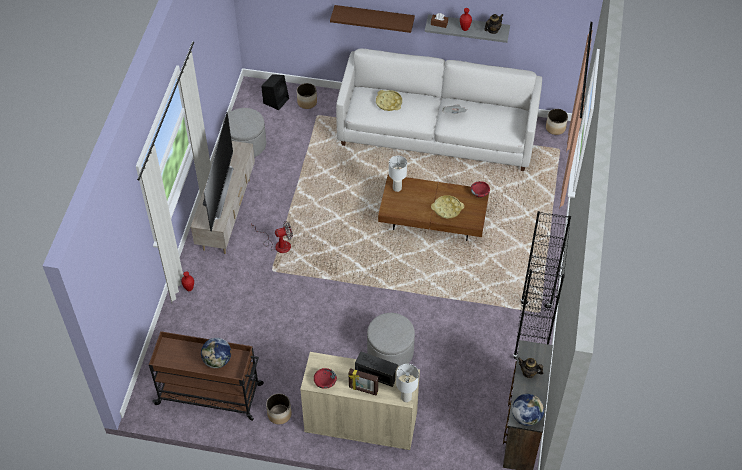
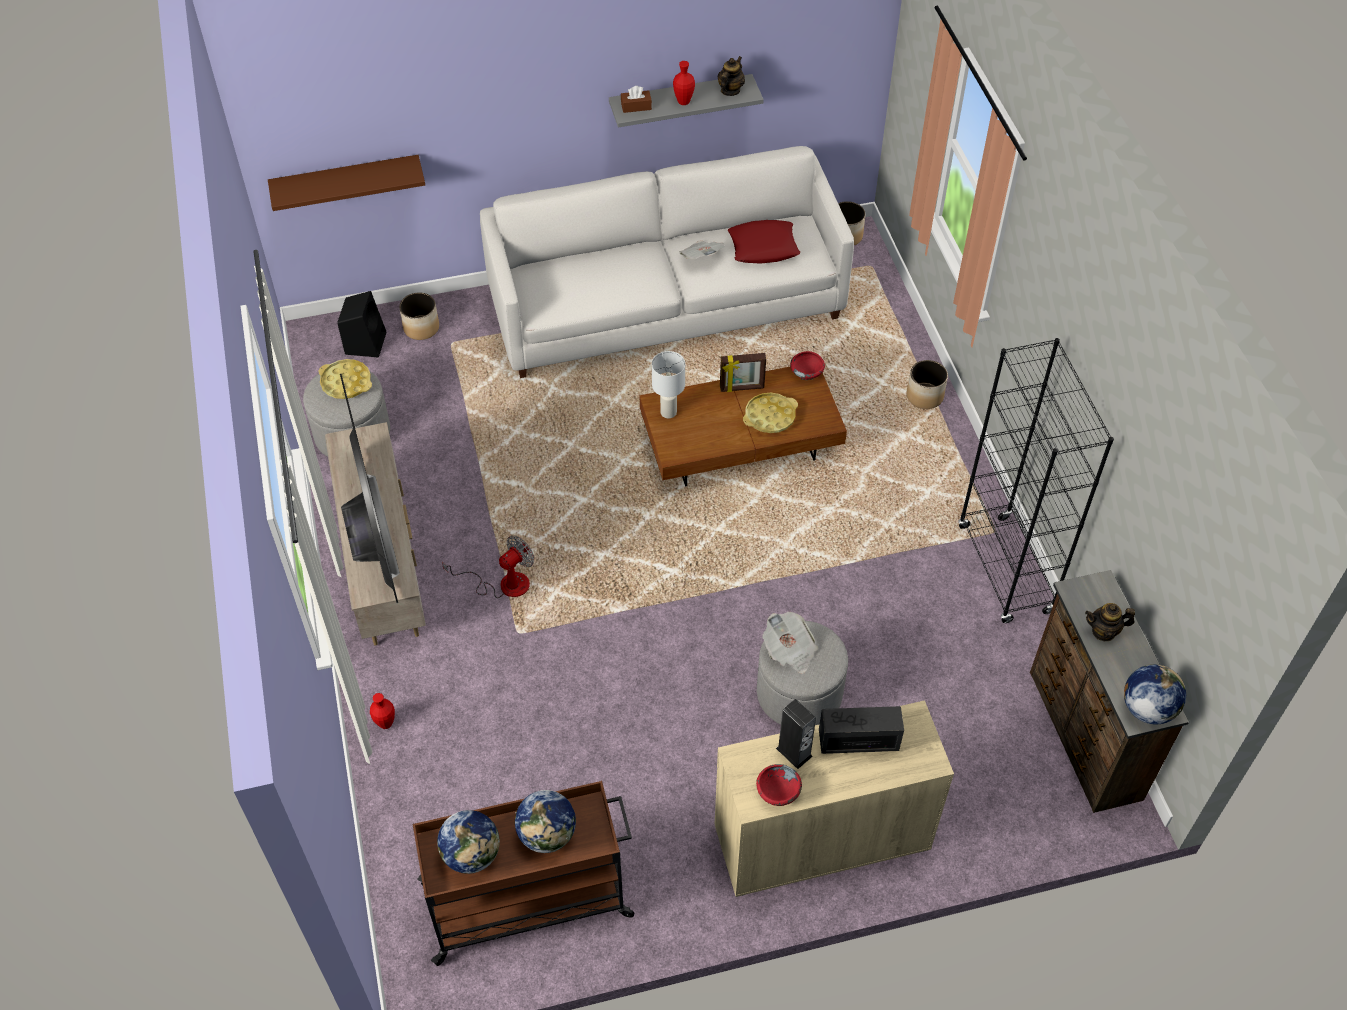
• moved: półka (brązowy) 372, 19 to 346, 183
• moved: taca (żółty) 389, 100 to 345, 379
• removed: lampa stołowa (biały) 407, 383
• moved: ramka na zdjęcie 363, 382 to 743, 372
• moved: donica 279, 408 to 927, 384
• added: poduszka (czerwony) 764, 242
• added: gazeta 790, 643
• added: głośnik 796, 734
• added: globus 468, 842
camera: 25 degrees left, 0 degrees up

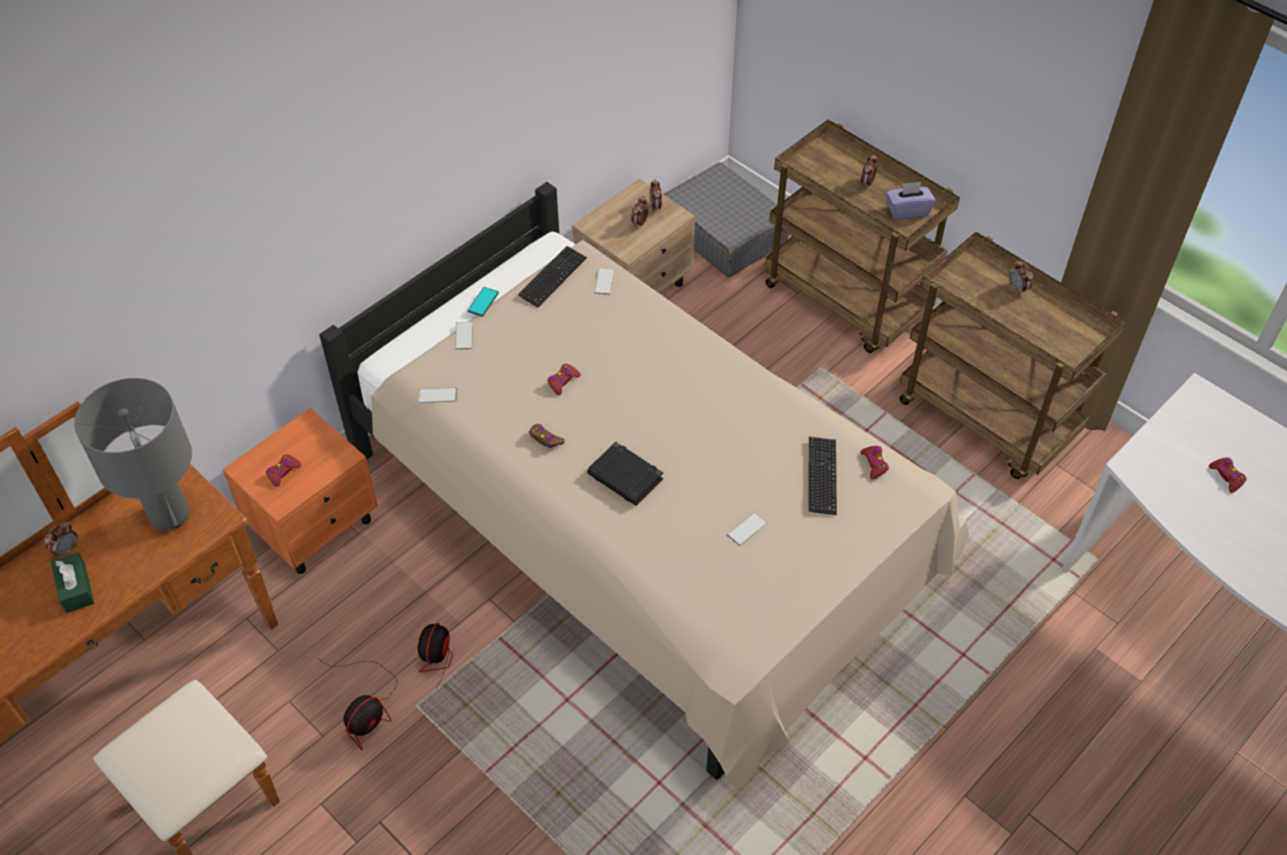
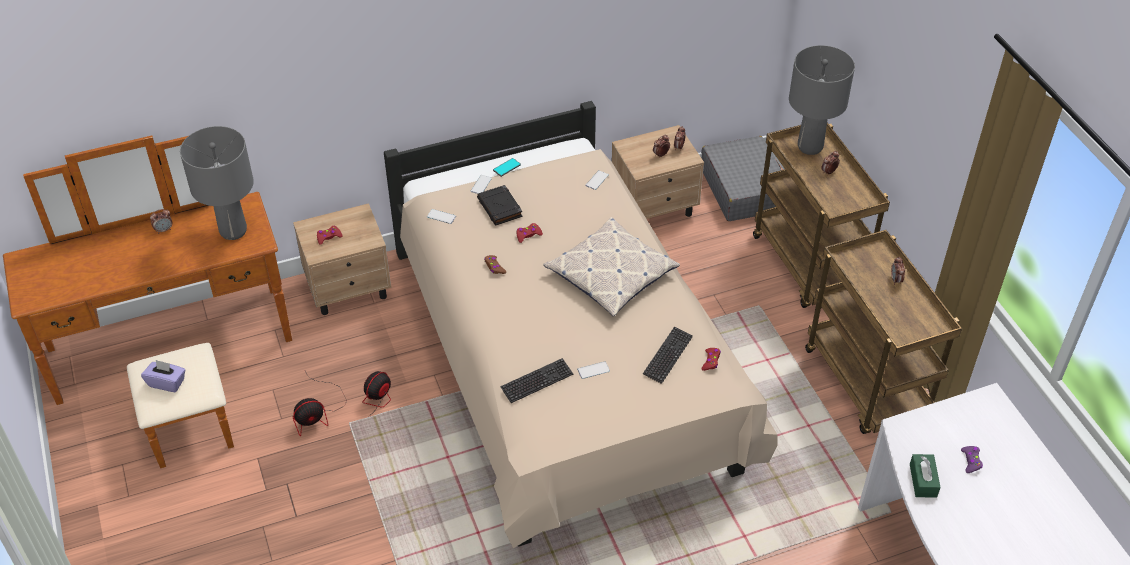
• moved: pudełko chusteczek (fioletowy) 911, 201 to 163, 376
• moved: klawiatura 552, 277 to 536, 380
• recoloured: szafka nocna (pomarańczowy) 300, 491 to szafka nocna (beżowy) 342, 259
• moved: książka (czarny) 625, 474 to 500, 205
• recoloured: pad do gier (czerwony) 1228, 475 to pad do gier (fioletowy) 972, 459
• moved: pudełko chusteczek (zielony) 72, 582 to 925, 476
• added: lampa stołowa (szary) 822, 100
• added: poduszka 611, 266
camera: 25 degrees right, 5 degrees down

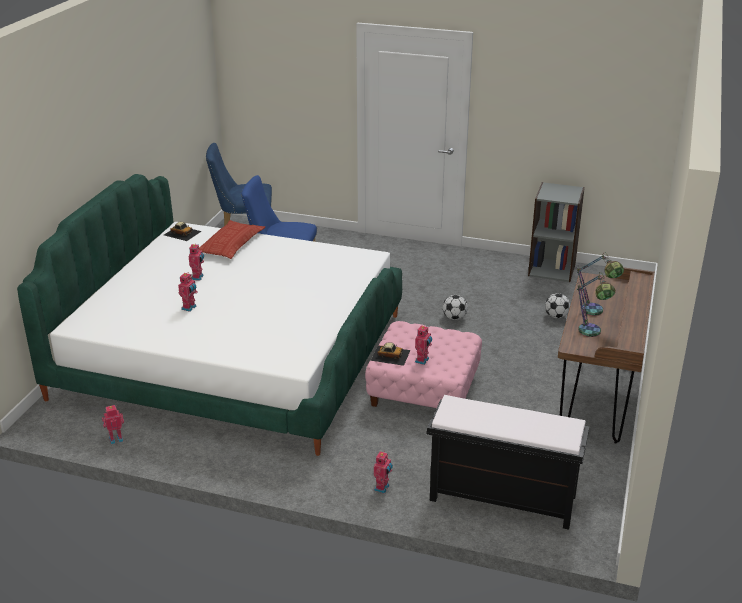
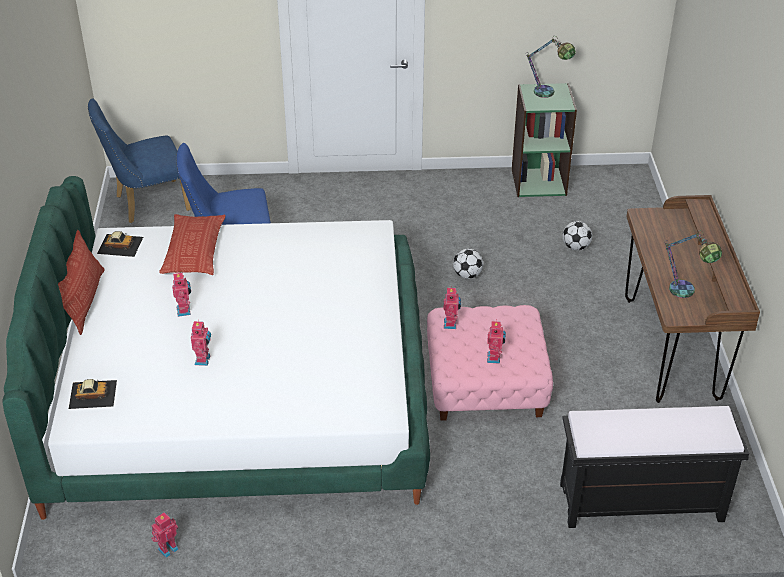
• recoloured: regał (szary) 556, 232 to regał (zielony) 544, 140
• moved: lampa stołowa 600, 284 to 550, 68
• moved: samochodzik 391, 354 to 93, 394
• moved: robot zabawkowy 383, 472 to 452, 307
• added: poduszka 81, 282
camera: 20 degrees left, 10 degrees up

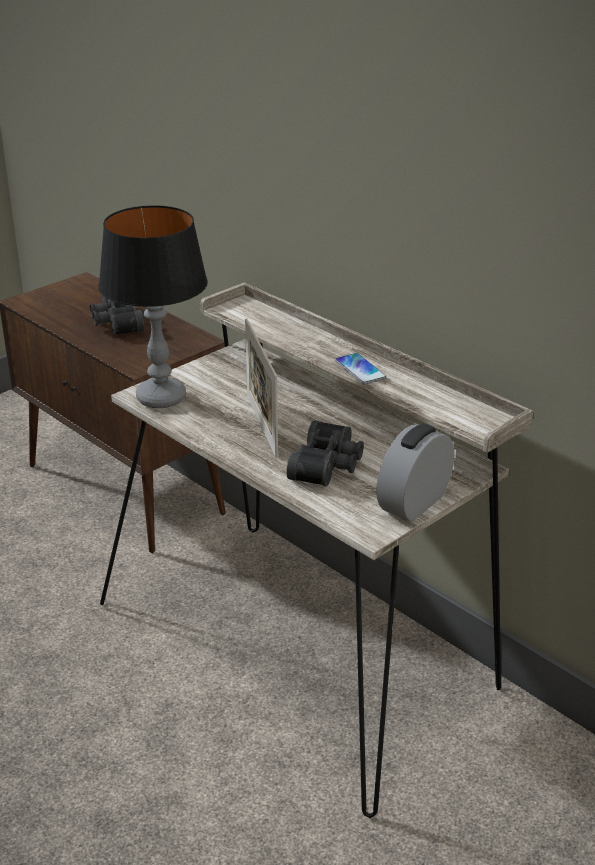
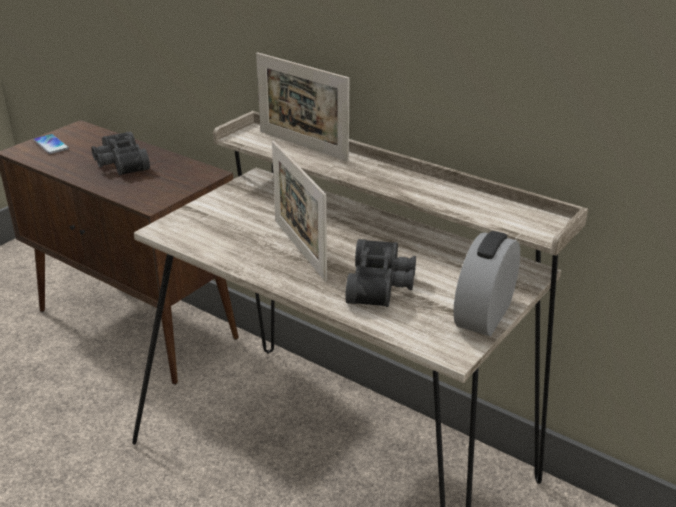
• removed: lampa stołowa 153, 306
• moved: telefon 361, 369 to 51, 144
• added: ramka na zdjęcie 302, 107
camera: 10 degrees left, 0 degrees up

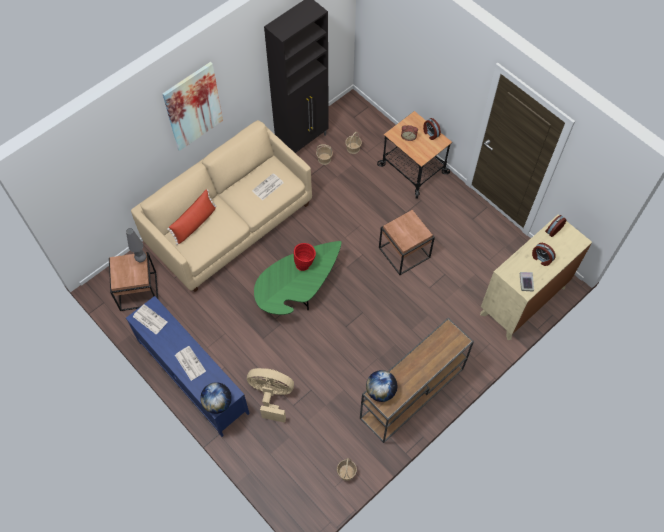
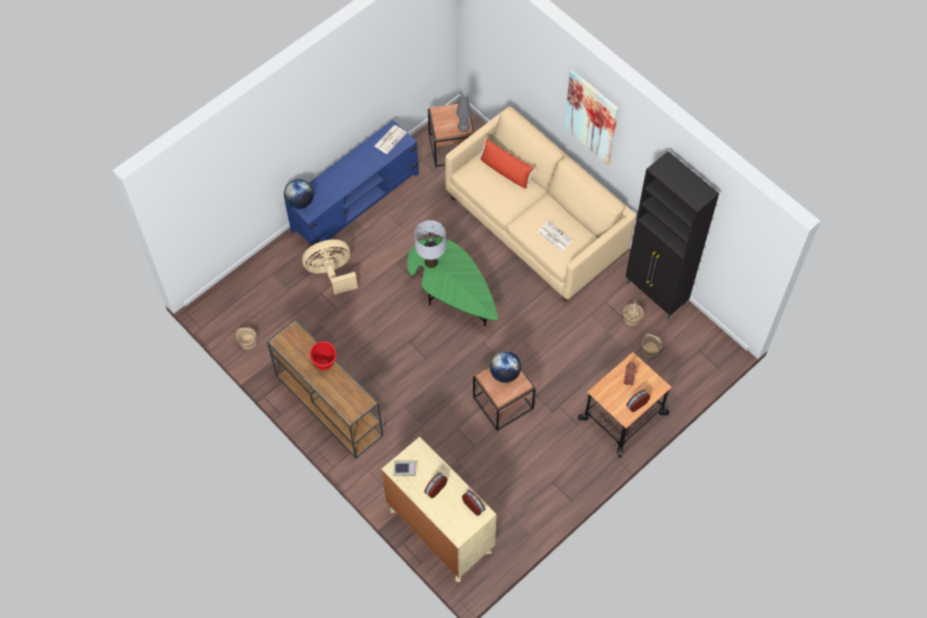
• moved: wazon (czerwony) 305, 257 to 323, 356
• removed: gazeta 190, 363
• turned: wentylator (beżowy) 270, 395 = 330, 267 120 degrees counterclockwise
• moved: globus 381, 386 to 505, 367
• added: lampa stołowa (szary) 430, 244
camera: 90 degrees right, 0 degrees up

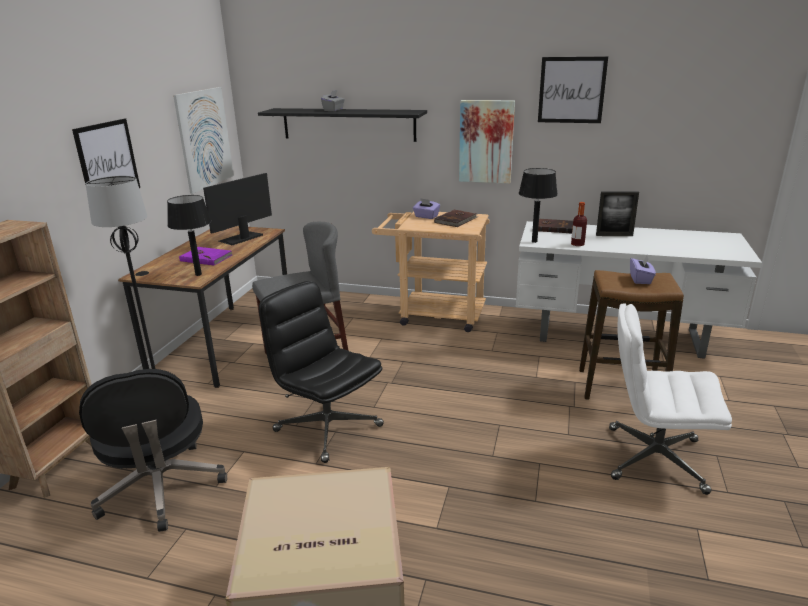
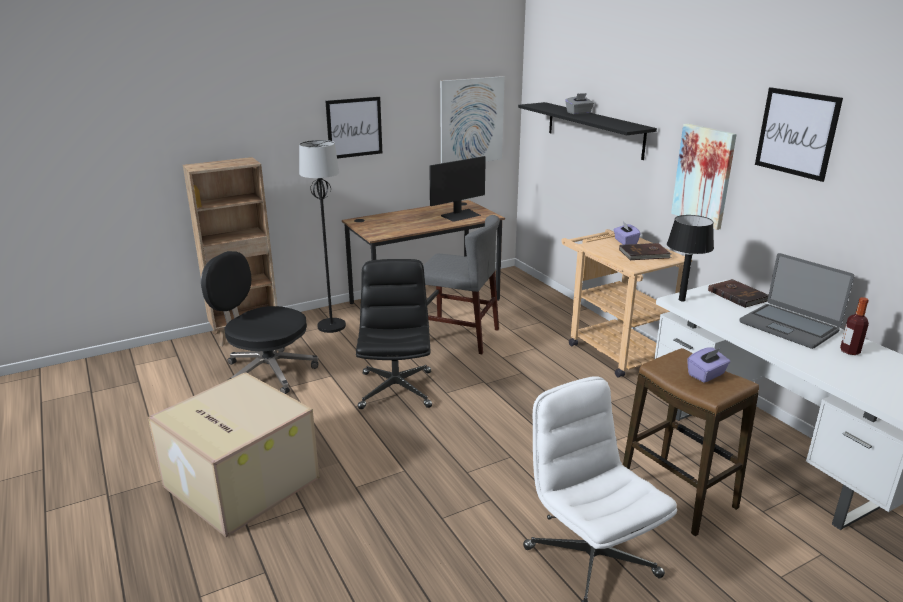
• turned: monitor 237, 209 = 457, 189 150 degrees clockwise
• replaced: ramka na zdjęcie 617, 214 to laptop 796, 301
• removed: lampa stołowa (czarny) 189, 235
• moved: butelka 579, 224 to 854, 326
• removed: książka (fioletowy) 205, 256
• turned: krzesło biurowe (czarny) 153, 450 = 259, 322 90 degrees clockwise
camera: 45 degrees right, 0 degrees up

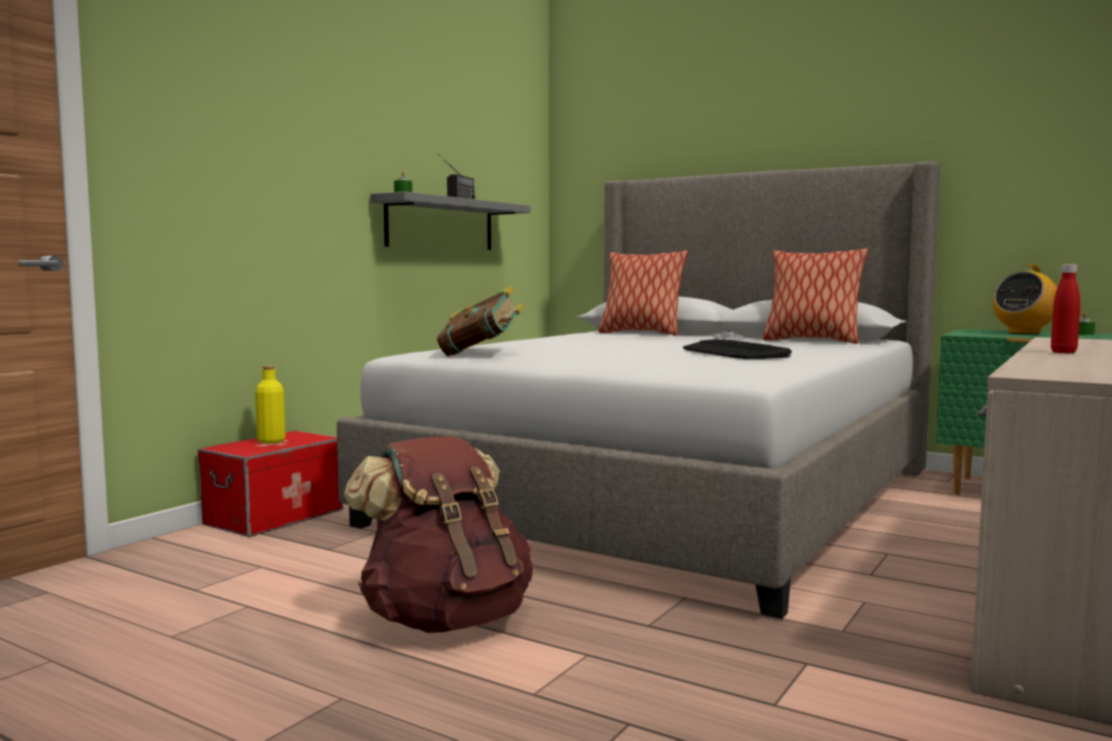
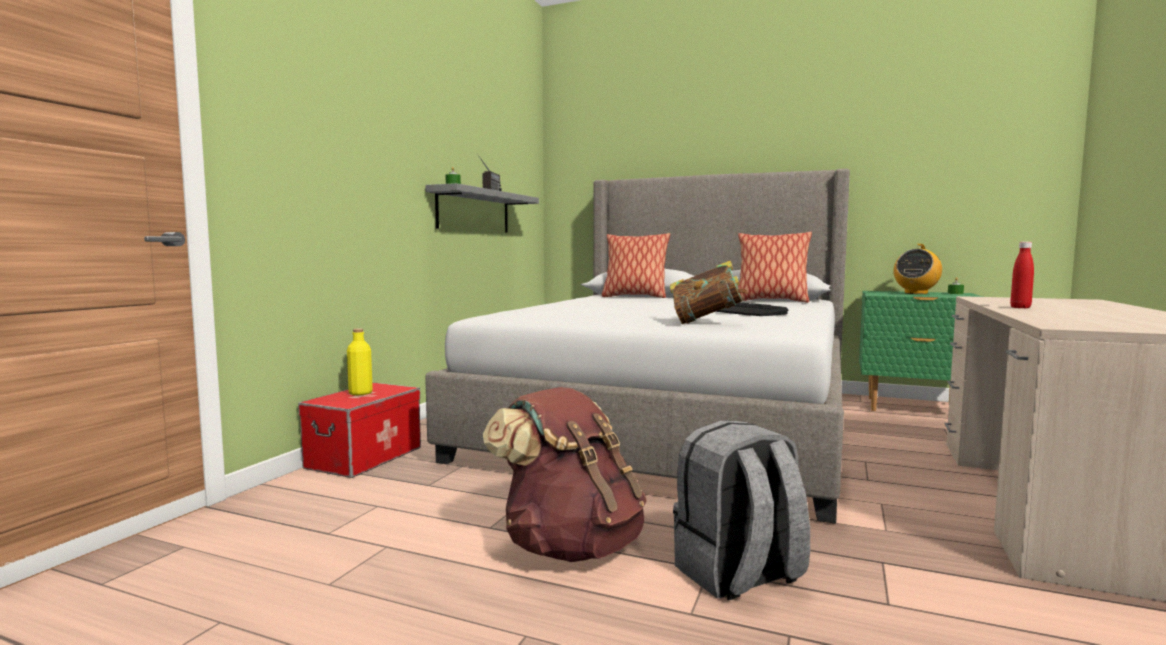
• moved: książka 480, 321 to 709, 292
• added: plecak (szary) 741, 510
camera: 10 degrees left, 0 degrees up

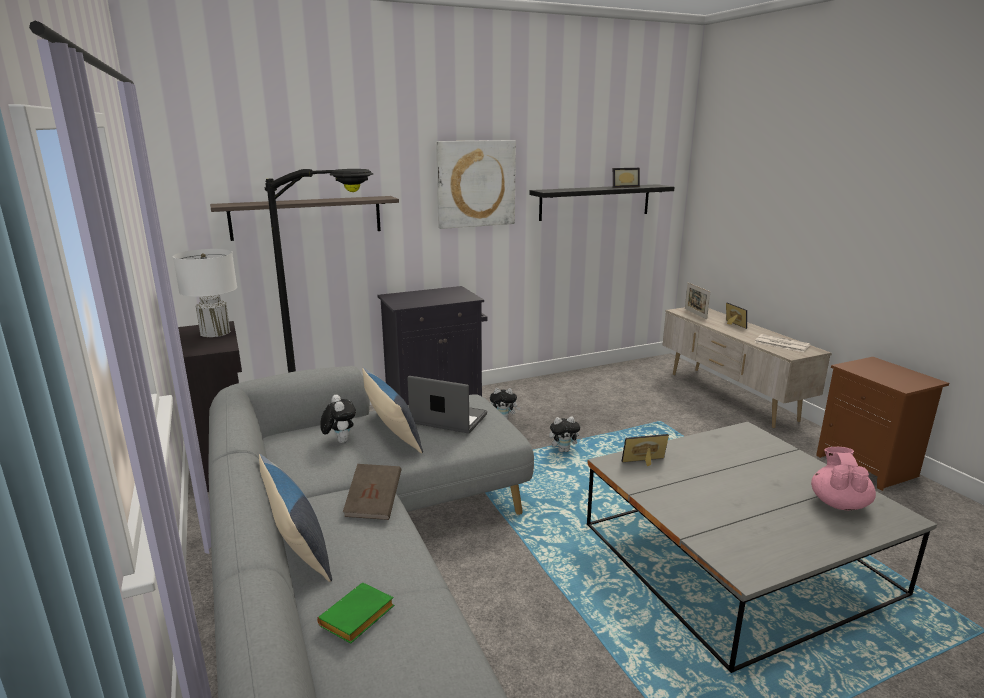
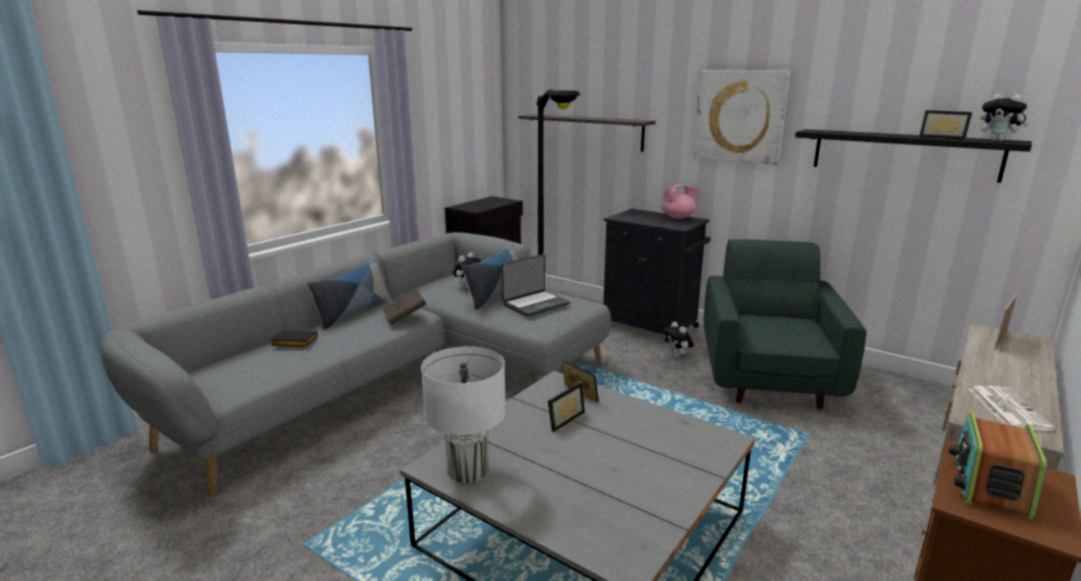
• moved: lampa stołowa (biały) 205, 293 to 463, 414
• moved: ramka na zdjęcie 736, 316 to 566, 407
• turned: laptop 447, 405 = 535, 285 60 degrees clockwise
• moved: pluszak 566, 434 to 1005, 117
• moved: imbryk (różowy) 843, 478 to 680, 201
• recoloured: książka (zielony) 355, 613 to książka (czarny) 293, 338
• added: fotel (zielony) 785, 324
• added: radio 998, 467
camera: 60 degrees right, 0 degrees up

